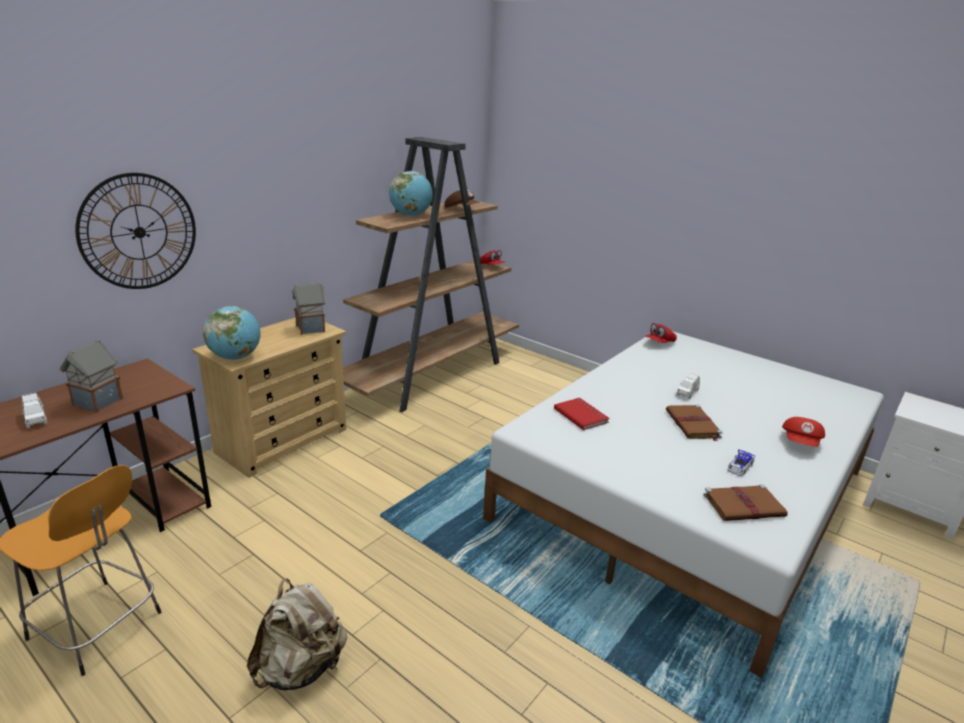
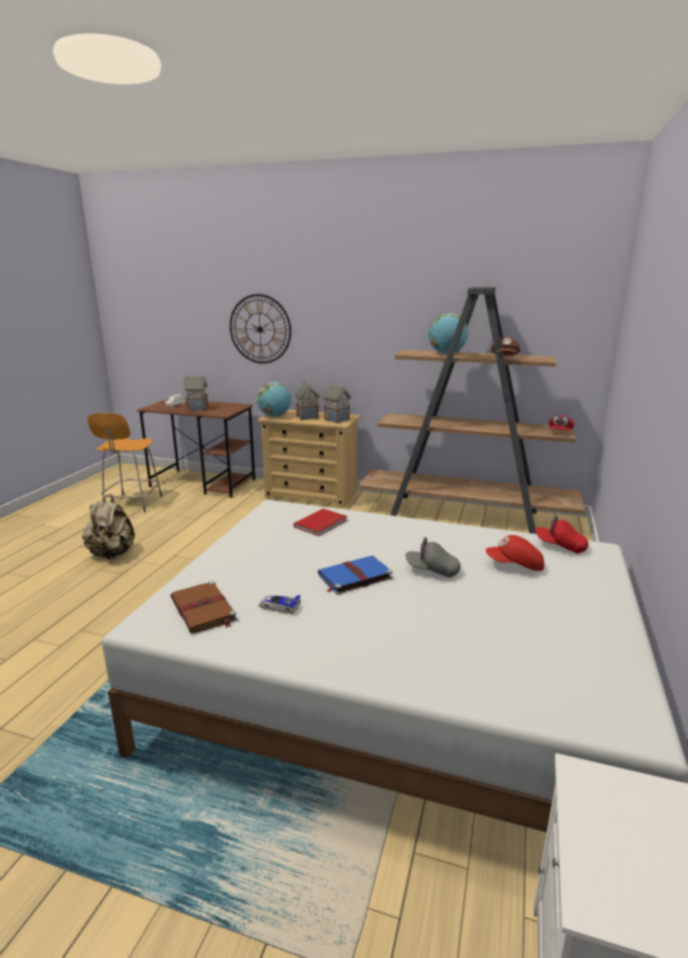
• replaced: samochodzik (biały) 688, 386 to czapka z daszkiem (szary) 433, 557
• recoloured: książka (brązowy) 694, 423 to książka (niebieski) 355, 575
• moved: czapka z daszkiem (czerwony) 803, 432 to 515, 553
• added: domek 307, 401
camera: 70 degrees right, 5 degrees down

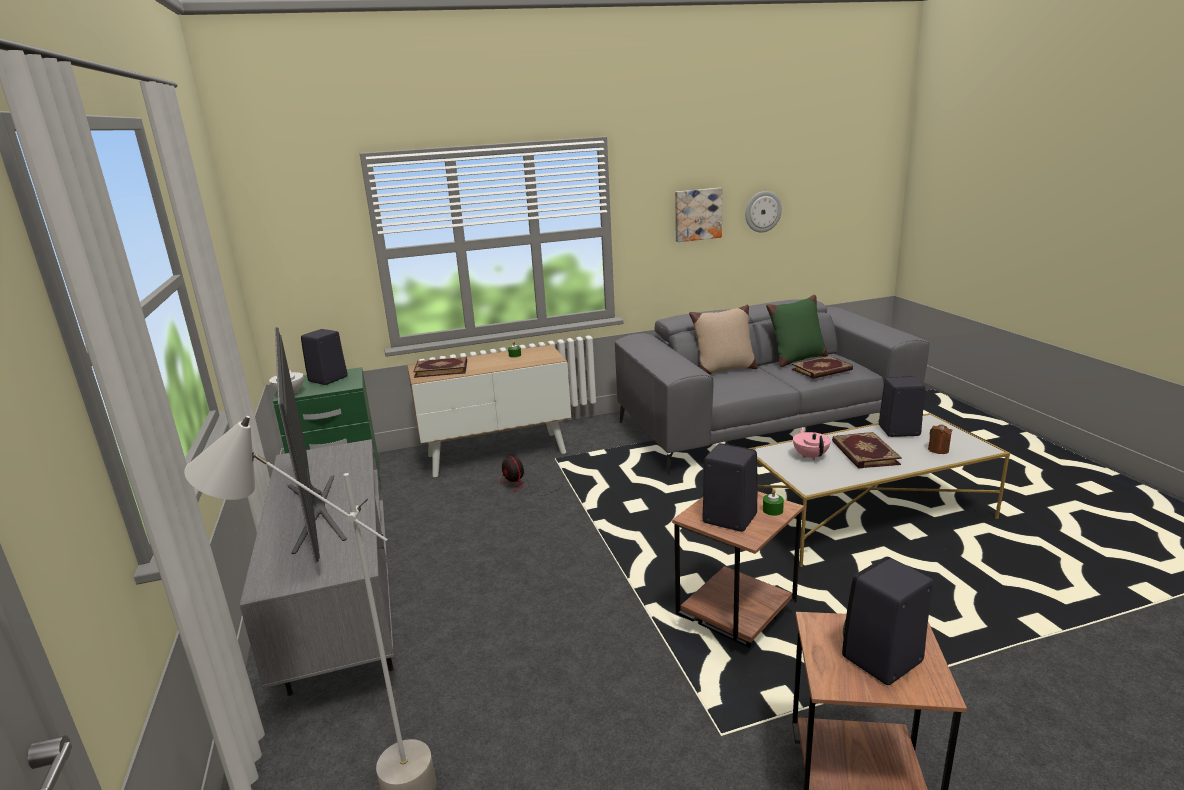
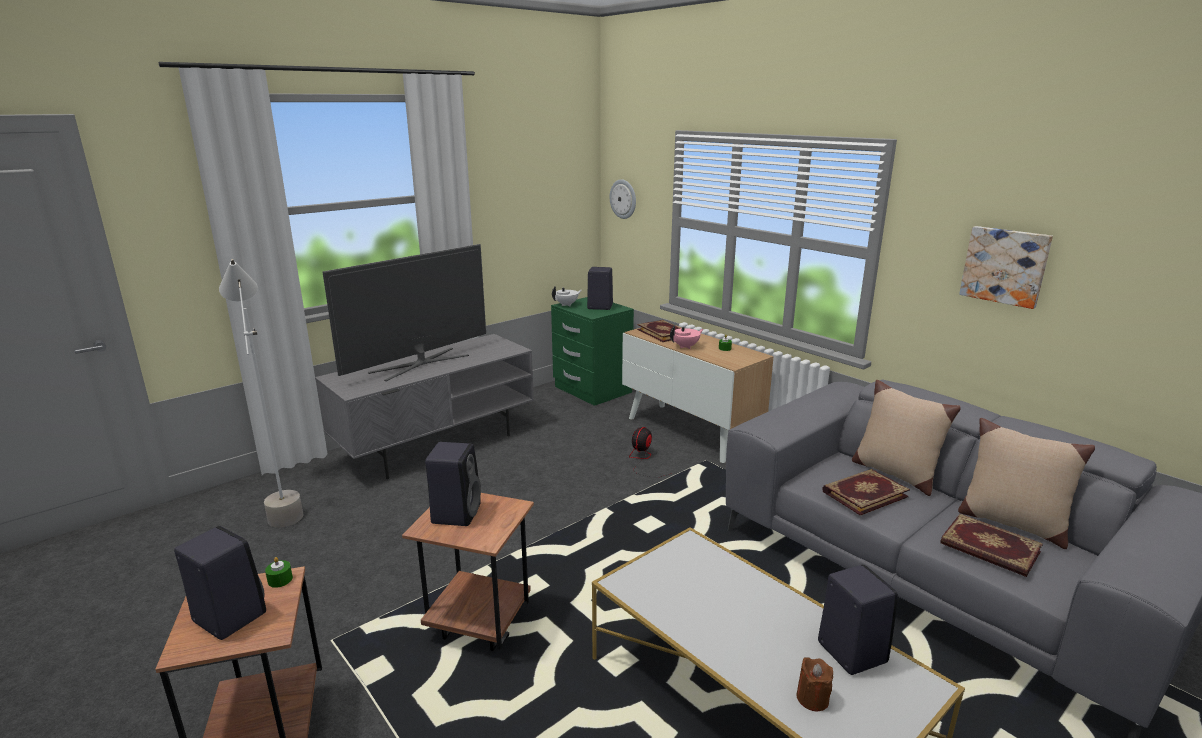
• moved: zegar ścienny 763, 212 to 623, 199
• recoloured: poduszka (zielony) 797, 331 to poduszka (beżowy) 1026, 483
• moved: imbryk (różowy) 812, 444 to 687, 337
• moved: książka 867, 450 to 866, 492
• moved: świeca (zielony) 773, 502 to 279, 572
camera: 65 degrees right, 0 degrees up

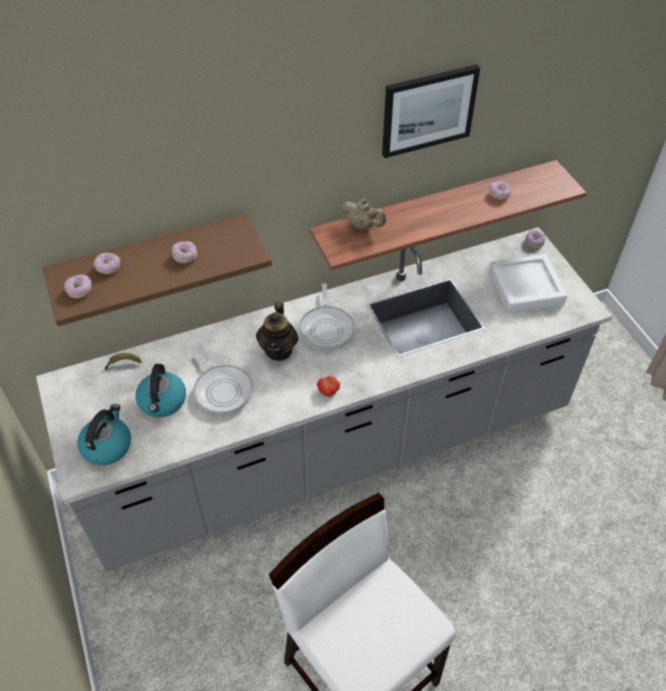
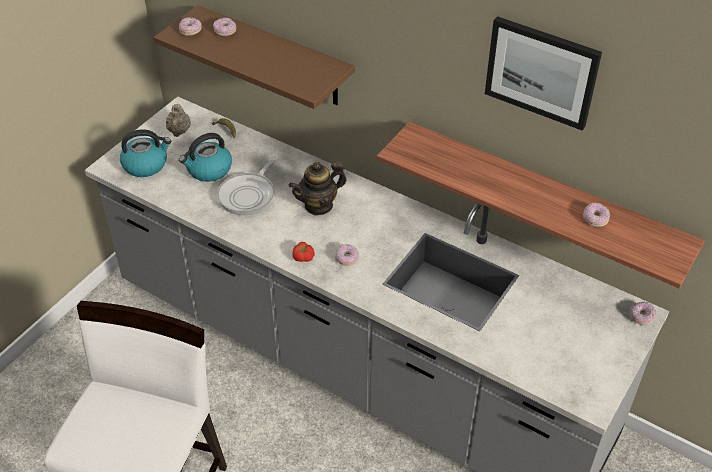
• moved: imbryk (beżowy) 363, 214 to 178, 120
• moved: donut 184, 252 to 347, 255
• removed: taca (biały) 528, 284
• removed: patelnia 327, 317
camera: 55 degrees right, 5 degrees down

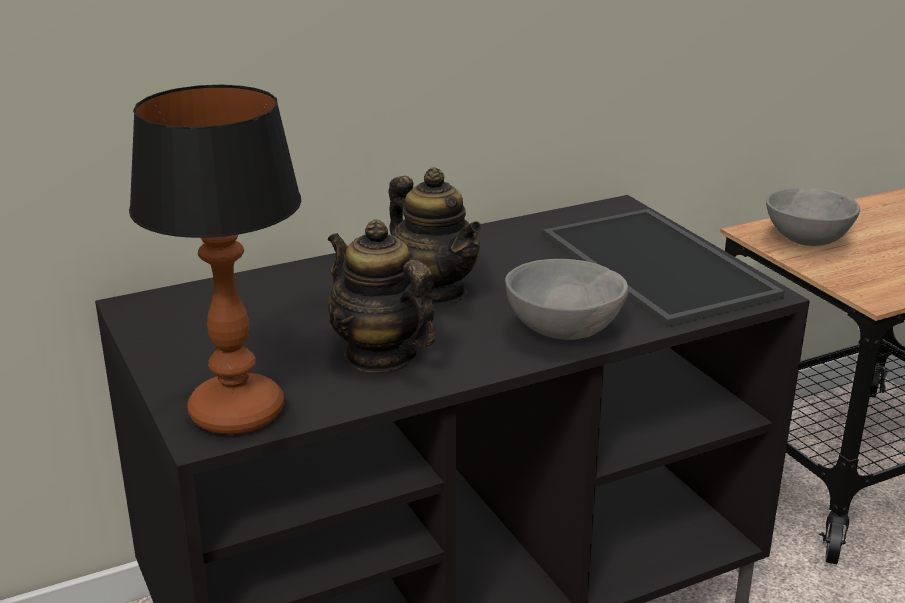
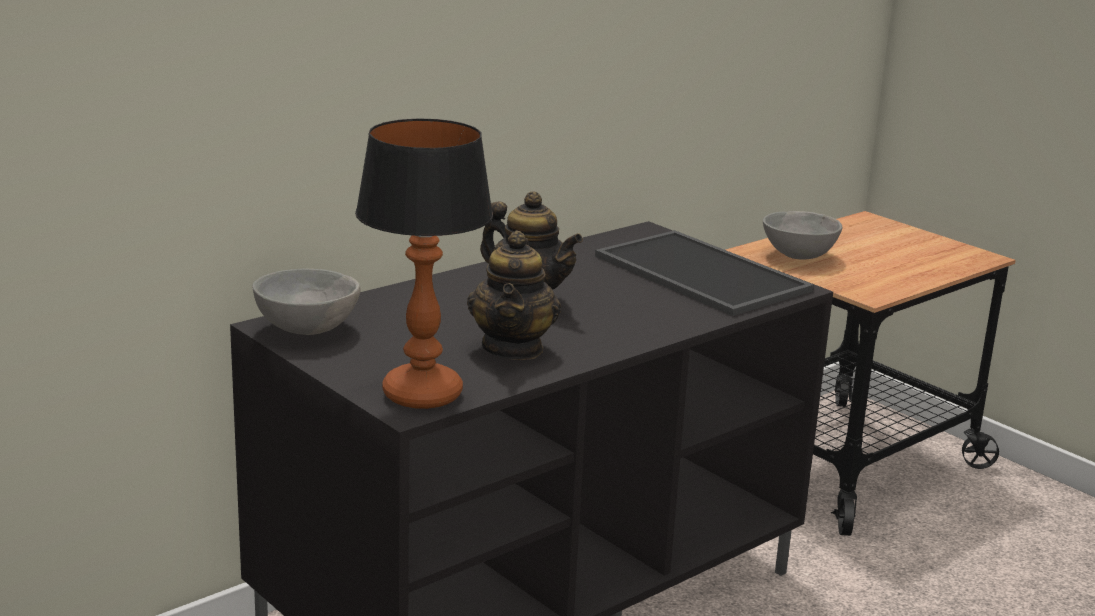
• turned: imbryk 382, 295 = 514, 295 120 degrees counterclockwise
• moved: miska (szary) 567, 299 to 306, 302
camera: 15 degrees left, 5 degrees down

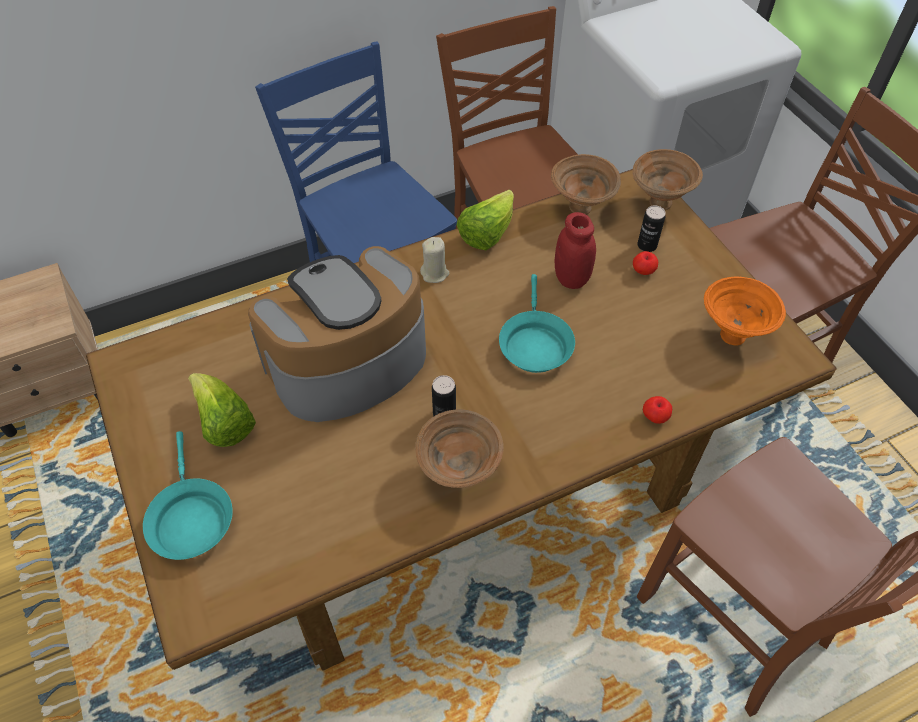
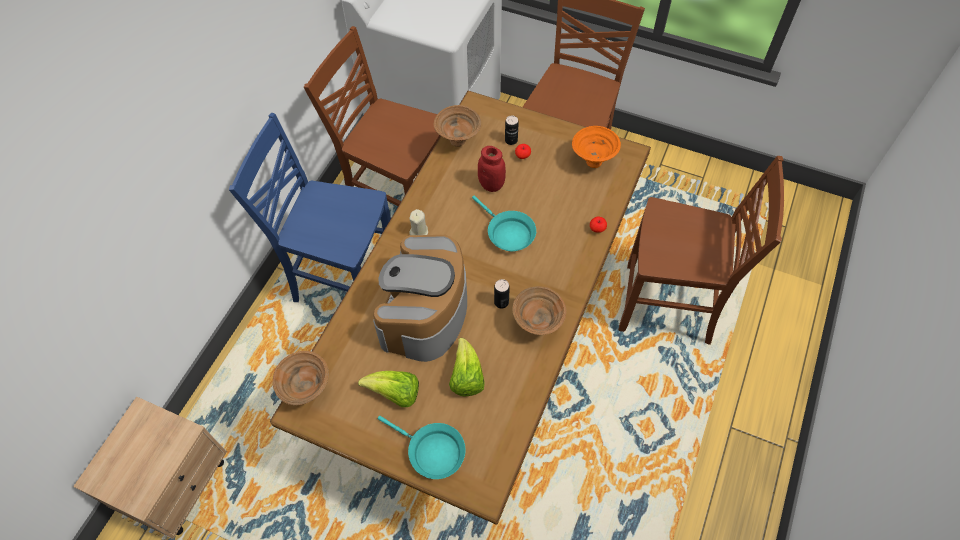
• moved: miska (brązowy) 667, 179 to 300, 378
• moved: sałata 485, 220 to 467, 367
camera: 40 degrees left, 5 degrees up

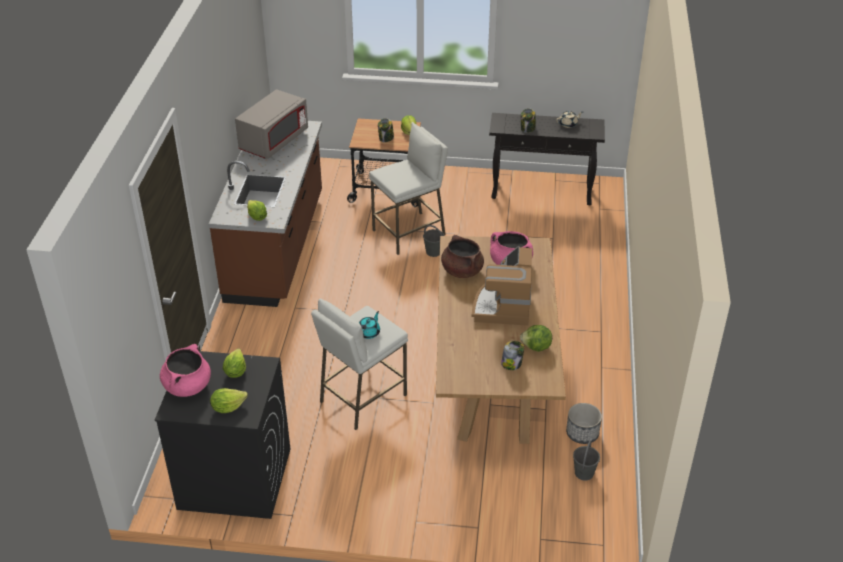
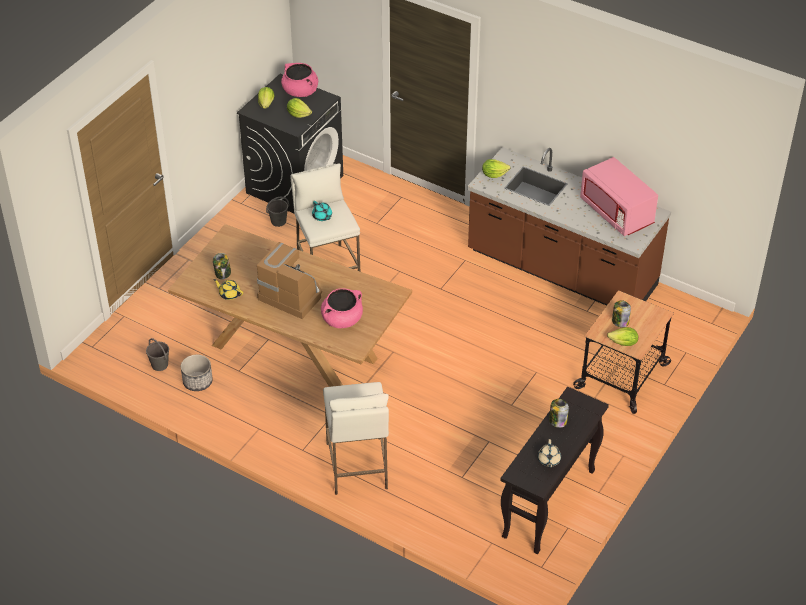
• recoloured: mikrofalówka (szary) 271, 124 to mikrofalówka (różowy) 619, 196
• moved: stołek (biały) 408, 188 to 356, 438
• moved: wiadro (szary) 434, 241 to 277, 212
• removed: garnek (brązowy) 462, 256
• replaced: sałata 536, 338 to imbryk (żółty) 228, 289
camera: 115 degrees right, 5 degrees up

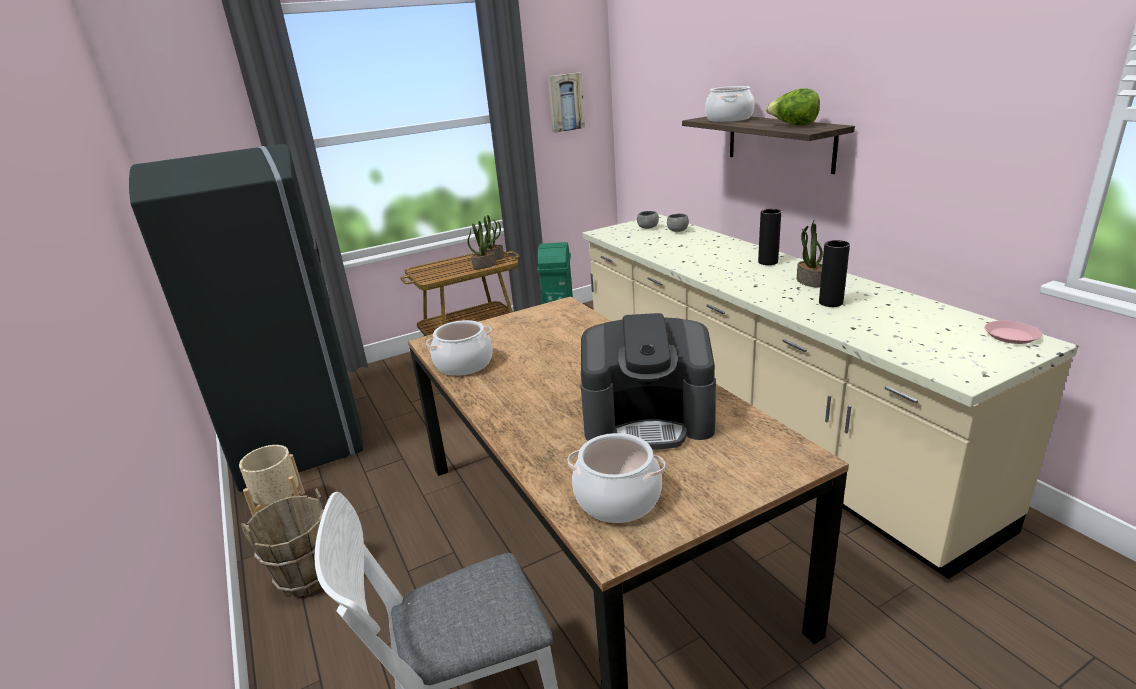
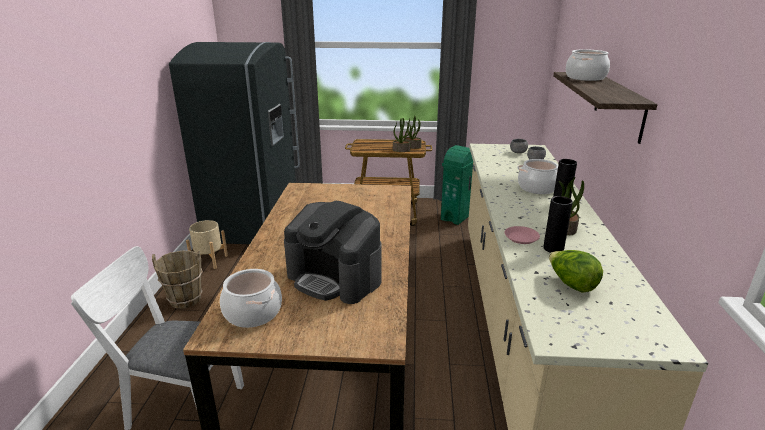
• removed: obraz 566, 103
• moved: sałata 793, 107 to 576, 271
• moved: garnek 459, 348 to 538, 176
• moved: talerz (różowy) 1013, 332 to 522, 235
camera: 30 degrees right, 0 degrees up

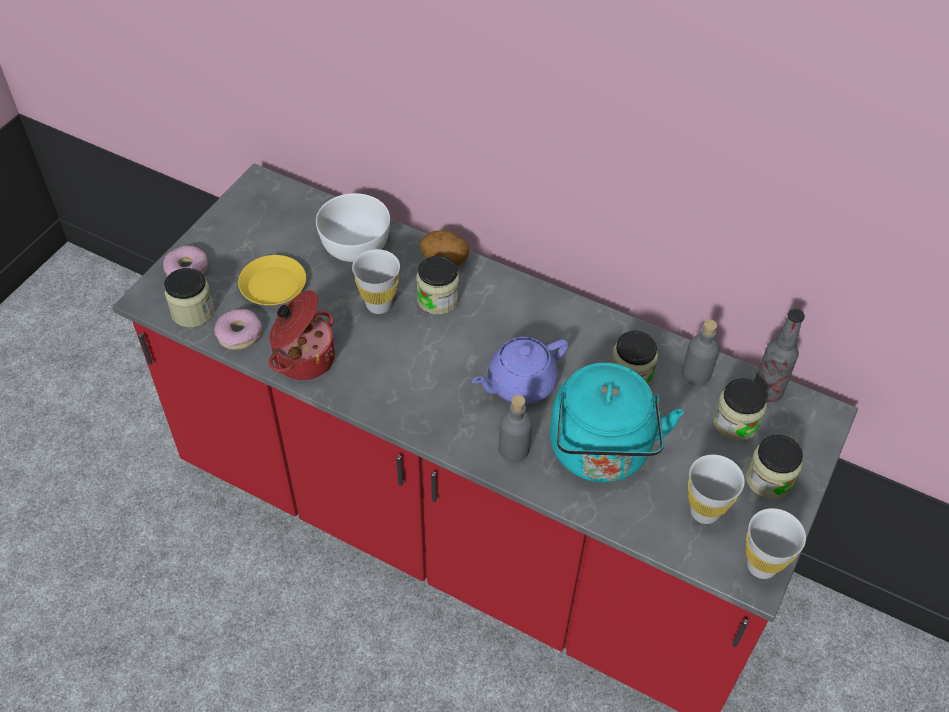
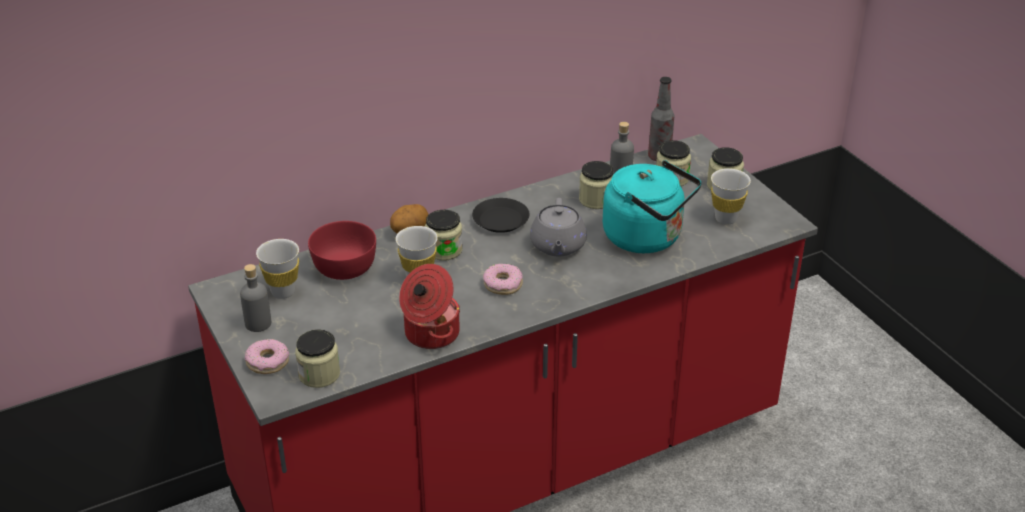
• recoloured: miska (biały) 353, 227 to miska (czerwony) 342, 250
• removed: talerz (żółty) 272, 280
• moved: donut 238, 329 to 503, 279
• recoloured: imbryk (fioletowy) 520, 370 to imbryk (szary) 558, 227
• moved: butelka (szary) 515, 428 to 255, 298
• moved: filiżanka (biały) 776, 543 to 277, 269
• added: talerz (czarny) 501, 215
camera: 55 degrees left, 15 degrees down

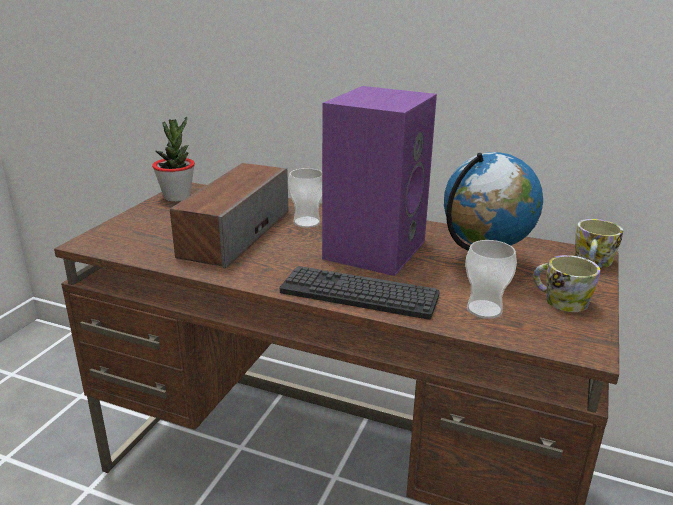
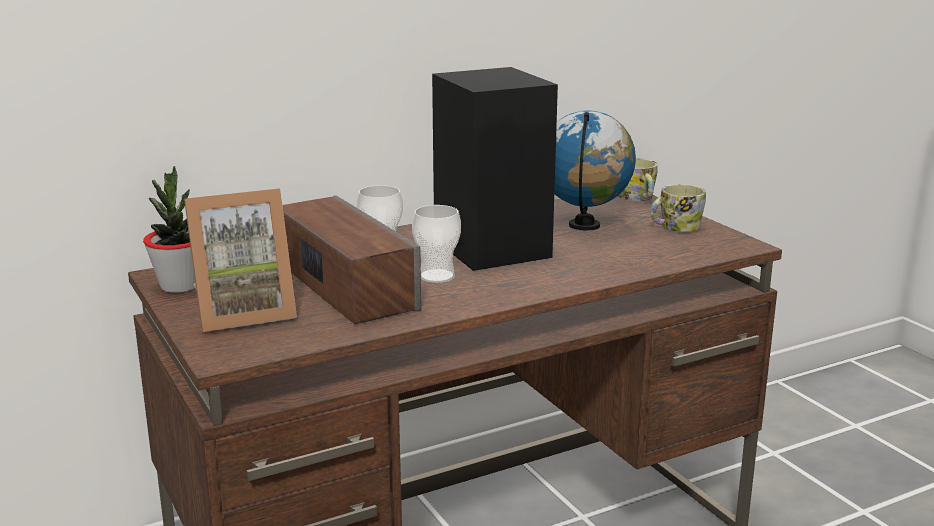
• recoloured: głośnik (fioletowy) 379, 181 to głośnik (czarny) 495, 169
• moved: filiżanka 491, 279 to 436, 244
• removed: klawiatura 360, 292
• added: ramka na zdjęcie 240, 260
camera: 50 degrees left, 5 degrees down

